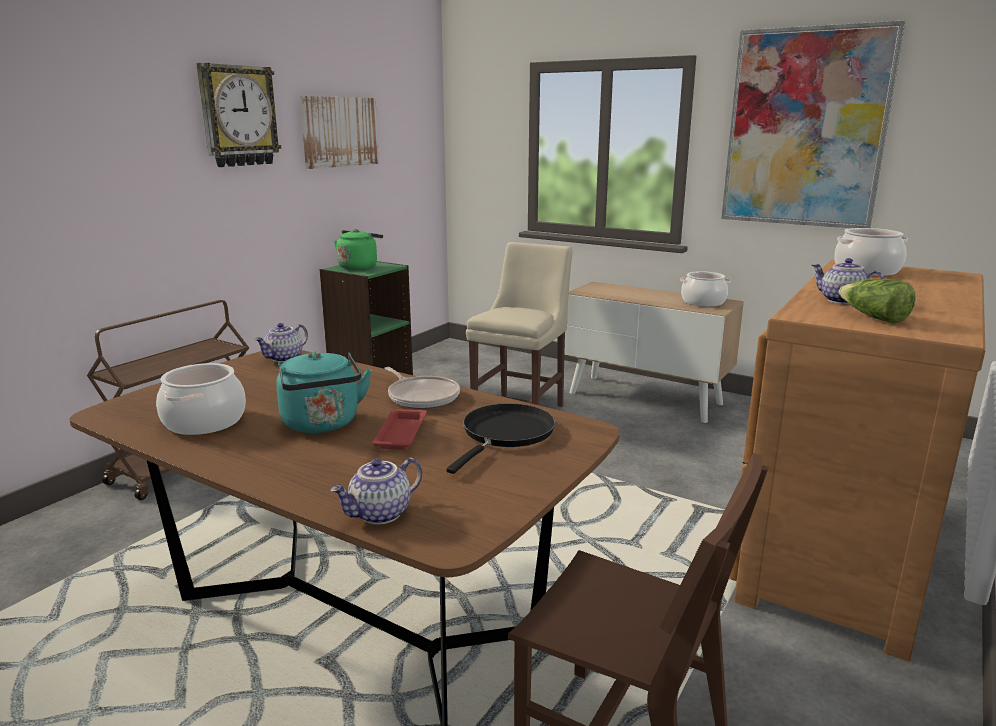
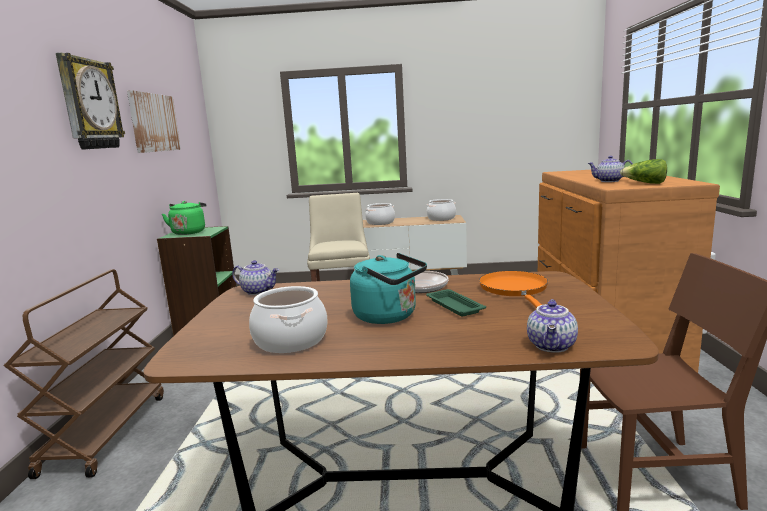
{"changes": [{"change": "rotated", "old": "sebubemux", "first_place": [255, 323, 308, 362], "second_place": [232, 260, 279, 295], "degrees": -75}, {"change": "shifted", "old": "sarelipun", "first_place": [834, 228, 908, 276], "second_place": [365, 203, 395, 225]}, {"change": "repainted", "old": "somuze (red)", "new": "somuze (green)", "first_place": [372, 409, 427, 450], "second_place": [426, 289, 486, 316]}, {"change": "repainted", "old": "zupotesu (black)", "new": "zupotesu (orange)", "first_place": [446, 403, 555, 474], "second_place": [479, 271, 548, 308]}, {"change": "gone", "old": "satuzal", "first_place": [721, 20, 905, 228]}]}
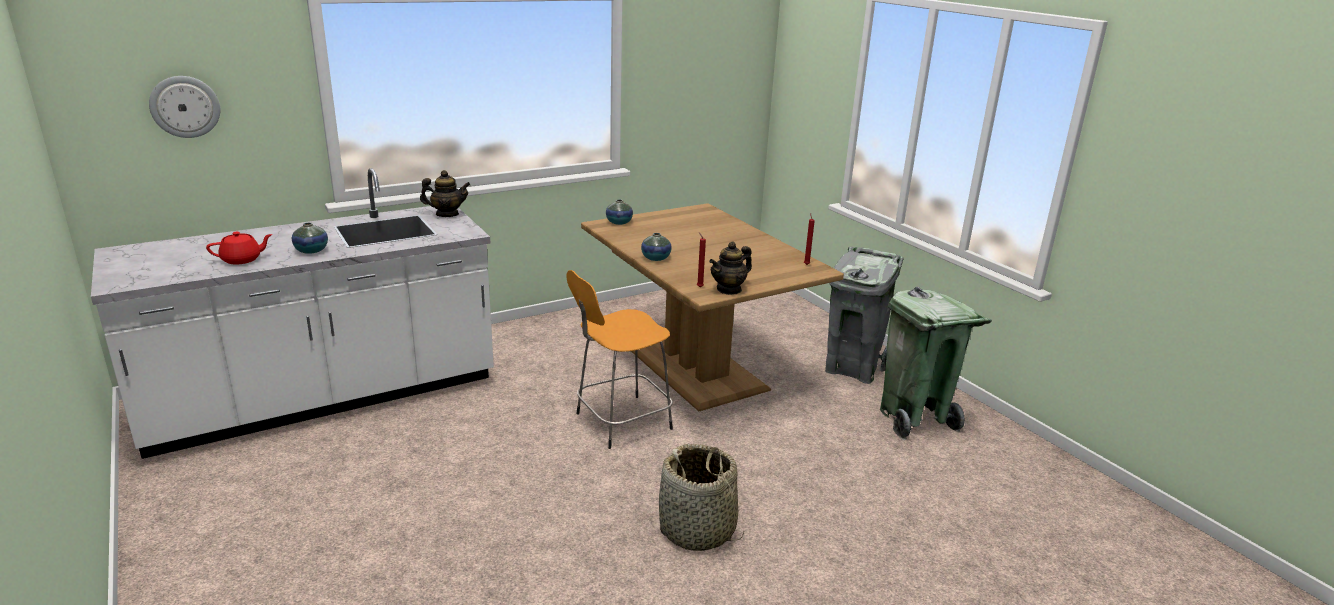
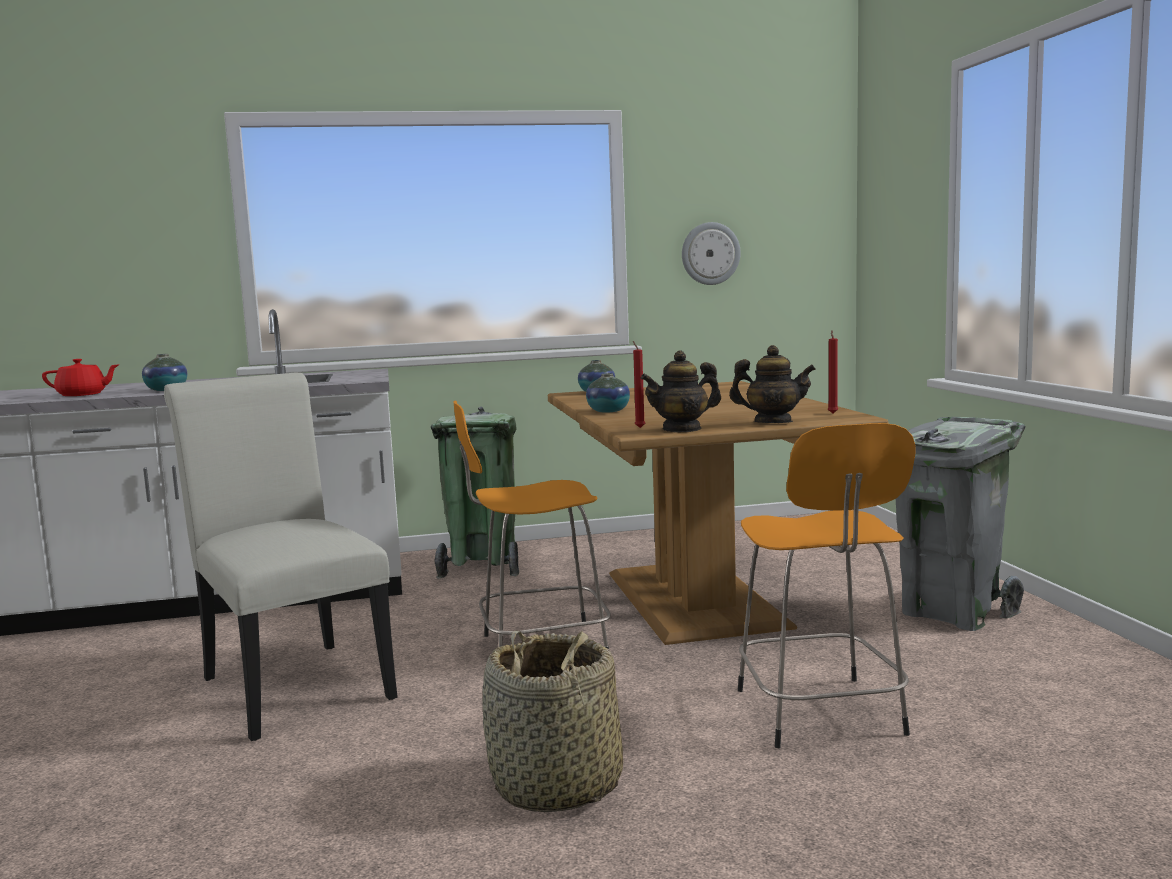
{"changes": [{"change": "new", "new": "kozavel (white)", "second_place": [164, 373, 398, 741]}, {"change": "shifted", "old": "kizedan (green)", "first_place": [880, 287, 992, 440], "second_place": [431, 406, 519, 579]}, {"change": "shifted", "old": "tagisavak", "first_place": [149, 76, 220, 138], "second_place": [682, 222, 741, 285]}, {"change": "shifted", "old": "sebubemux", "first_place": [420, 170, 470, 217], "second_place": [729, 345, 816, 423]}, {"change": "new", "new": "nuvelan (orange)", "second_place": [738, 423, 916, 748]}]}
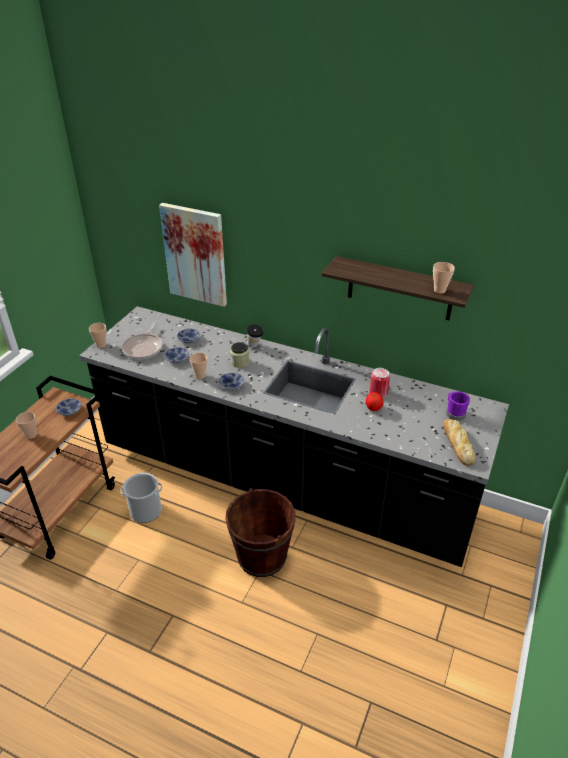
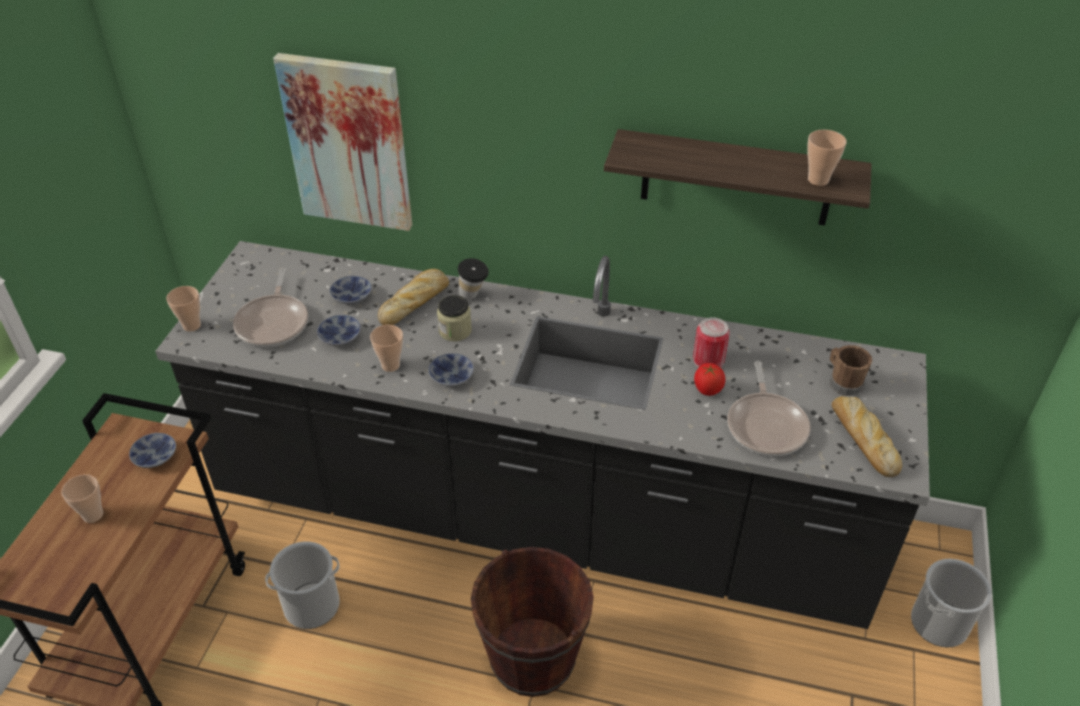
{"changes": [{"change": "new", "new": "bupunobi", "second_place": [378, 269, 449, 325]}, {"change": "new", "new": "zupotesu", "second_place": [728, 361, 811, 456]}, {"change": "repainted", "old": "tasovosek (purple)", "new": "tasovosek (brown)", "first_place": [446, 391, 470, 421], "second_place": [830, 345, 872, 396]}, {"change": "new", "new": "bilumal", "second_place": [911, 559, 992, 647]}]}
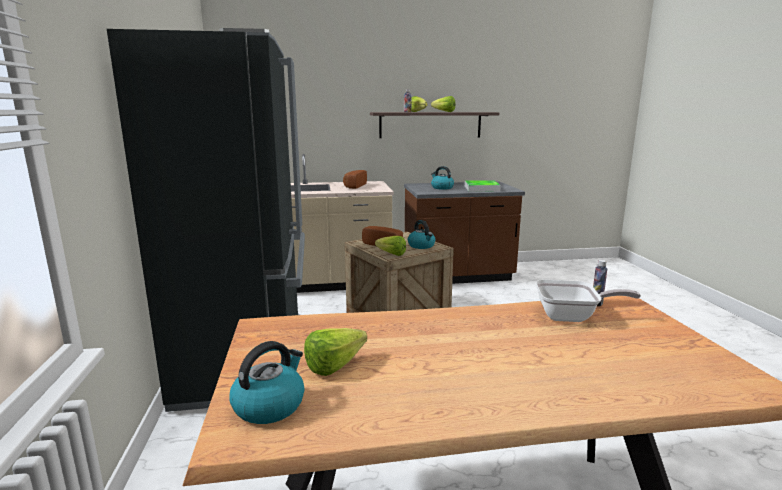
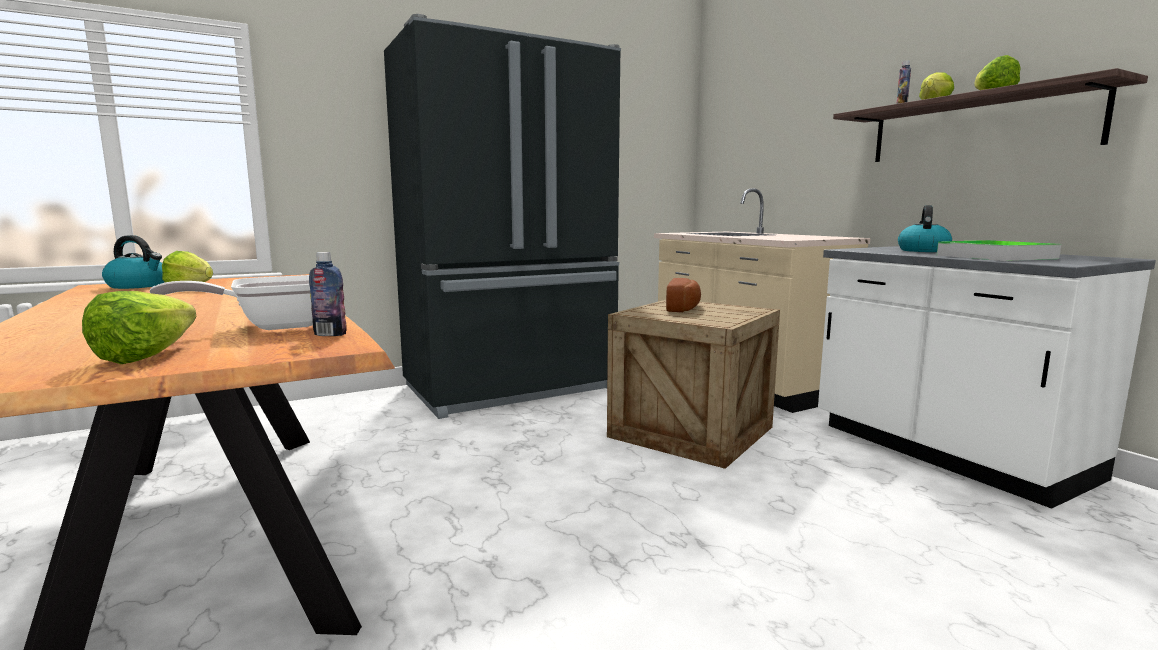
{"changes": [{"change": "shifted", "old": "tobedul", "first_place": [375, 236, 406, 256], "second_place": [82, 291, 196, 364]}, {"change": "rotated", "old": "zupotesu", "first_place": [536, 280, 641, 322], "second_place": [149, 275, 313, 330], "degrees": 75}, {"change": "repainted", "old": "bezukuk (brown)", "new": "bezukuk (white)", "first_place": [404, 181, 525, 284], "second_place": [818, 246, 1156, 509]}, {"change": "gone", "old": "bupunobi", "first_place": [343, 170, 367, 189]}, {"change": "gone", "old": "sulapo", "first_place": [408, 220, 435, 249]}]}
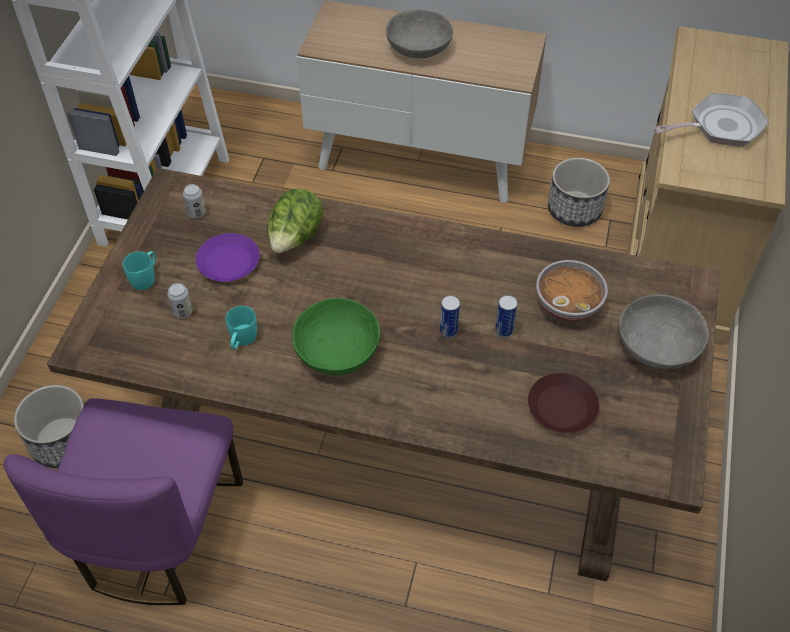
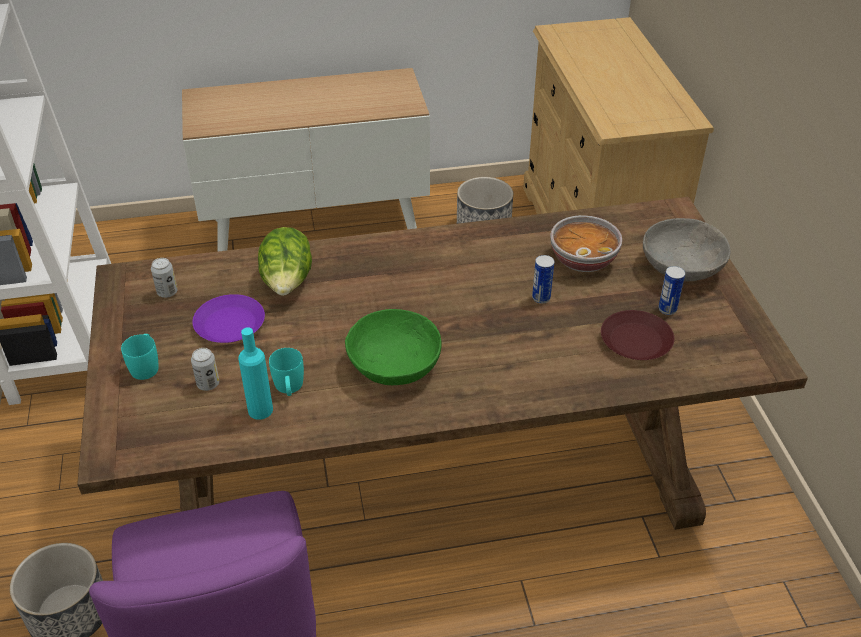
{"changes": [{"change": "new", "new": "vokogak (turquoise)", "second_place": [238, 327, 273, 420]}, {"change": "shifted", "old": "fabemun", "first_place": [440, 296, 460, 338], "second_place": [658, 266, 685, 315]}, {"change": "gone", "old": "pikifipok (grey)", "first_place": [386, 10, 453, 58]}, {"change": "gone", "old": "zupotesu", "first_place": [653, 93, 769, 146]}]}
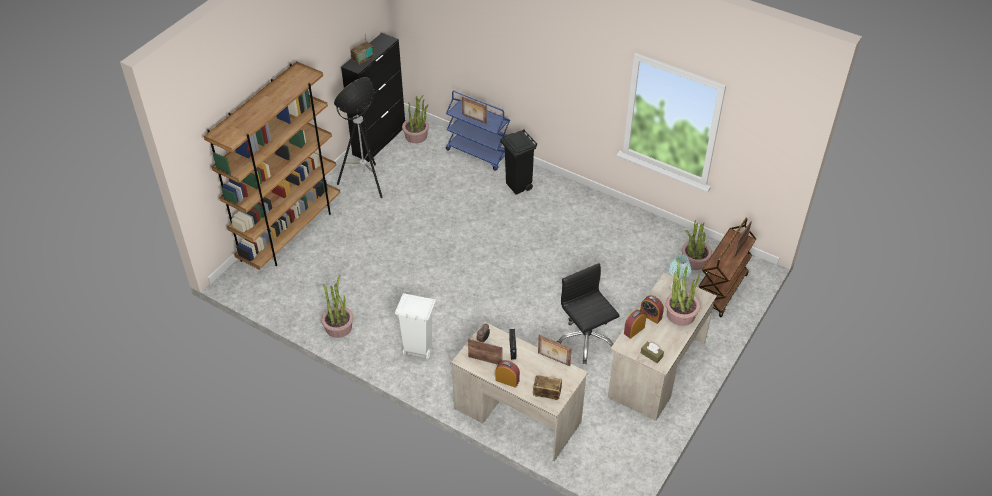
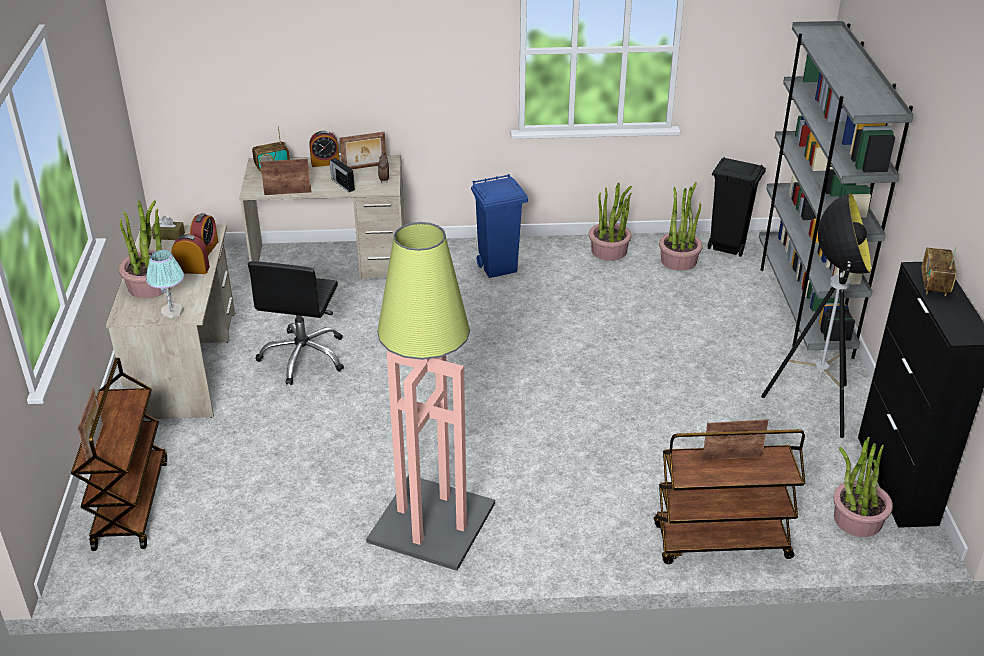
{"changes": [{"change": "rotated", "old": "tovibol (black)", "first_place": [556, 263, 620, 364], "second_place": [248, 261, 344, 385], "degrees": 75}, {"change": "new", "new": "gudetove", "second_place": [366, 222, 495, 571]}, {"change": "repainted", "old": "kizedan (white)", "new": "kizedan (blue)", "first_place": [395, 293, 436, 359], "second_place": [471, 174, 528, 278]}, {"change": "repainted", "old": "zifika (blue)", "new": "zifika (brown)", "first_place": [446, 90, 510, 171], "second_place": [654, 429, 805, 564]}, {"change": "shifted", "old": "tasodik", "first_place": [682, 220, 712, 270], "second_place": [659, 182, 703, 271]}, {"change": "shifted", "old": "kizedan (black)", "first_place": [500, 129, 537, 194], "second_place": [708, 157, 766, 257]}, {"change": "repainted", "old": "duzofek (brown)", "new": "duzofek (grey)", "first_place": [204, 61, 340, 270], "second_place": [759, 21, 914, 359]}]}
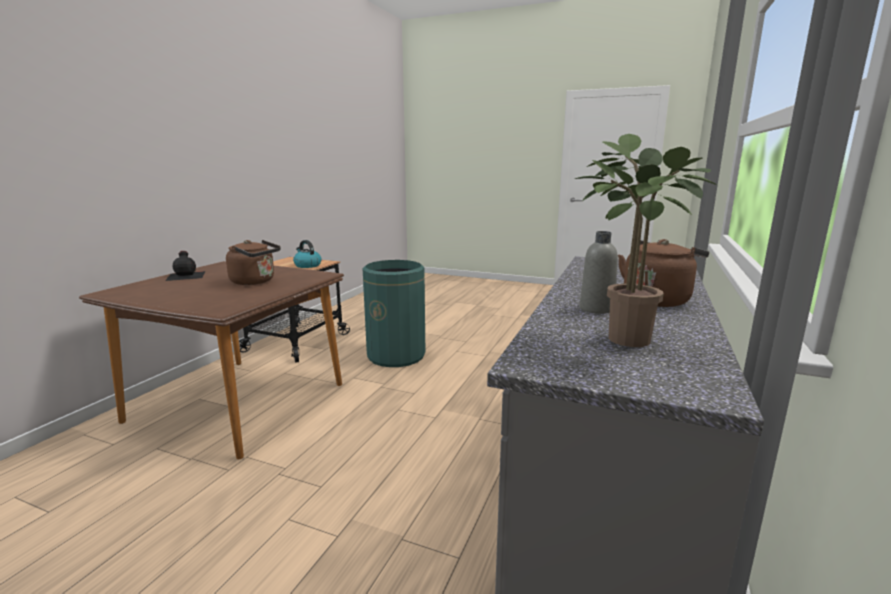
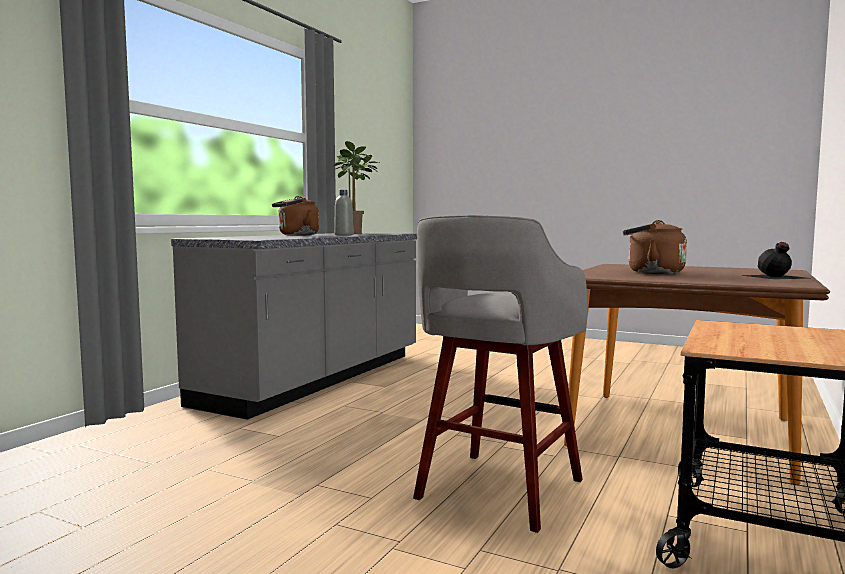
{"changes": [{"change": "swapped", "old": "kizedan (green)", "new": "nuvelan (grey)", "first_place": [362, 260, 425, 367], "second_place": [413, 215, 587, 533]}, {"change": "gone", "old": "sulapo", "first_place": [293, 240, 321, 268]}]}
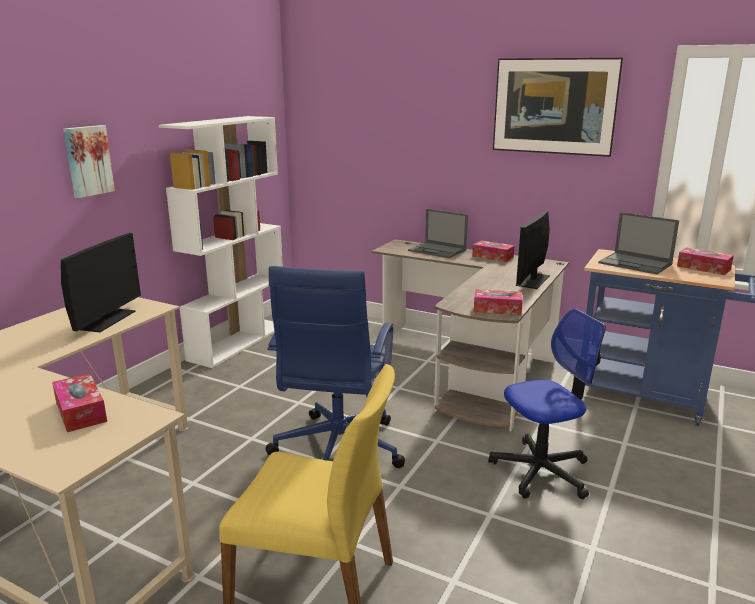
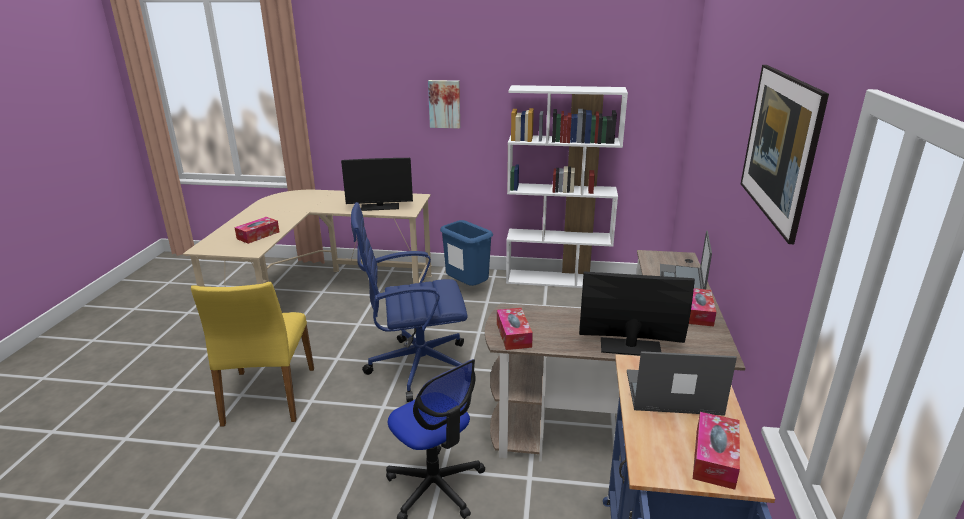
{"changes": [{"change": "new", "new": "kizedan (blue)", "second_place": [440, 220, 493, 286]}, {"change": "rotated", "old": "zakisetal", "first_place": [598, 212, 679, 274], "second_place": [627, 351, 737, 416], "degrees": 75}]}
